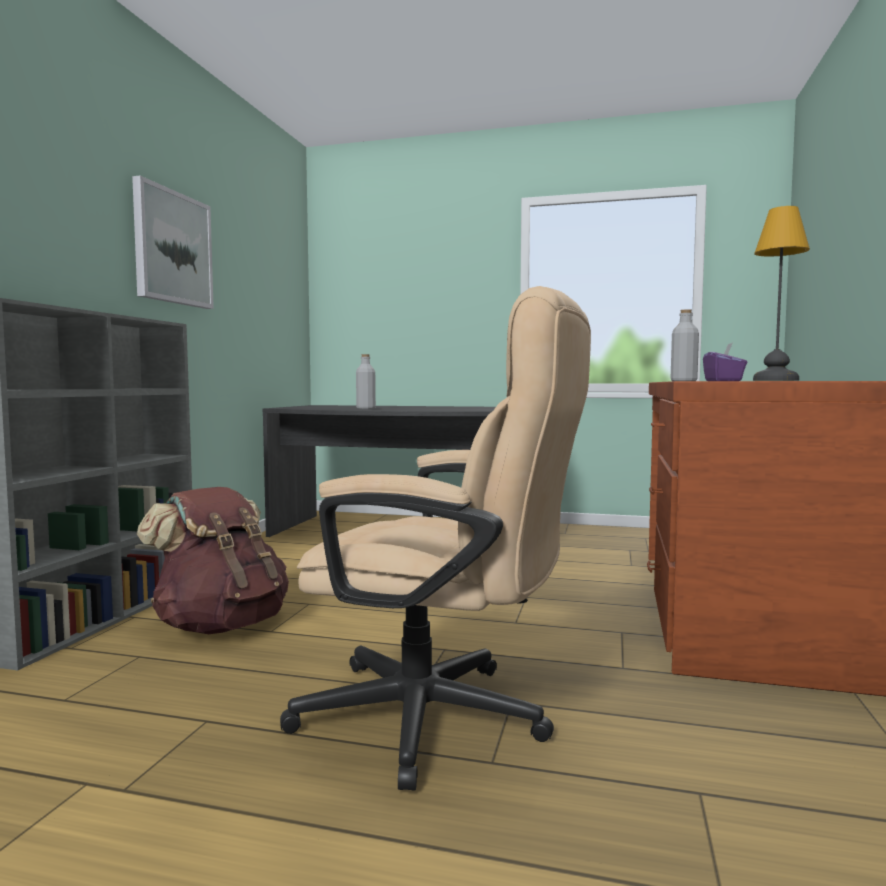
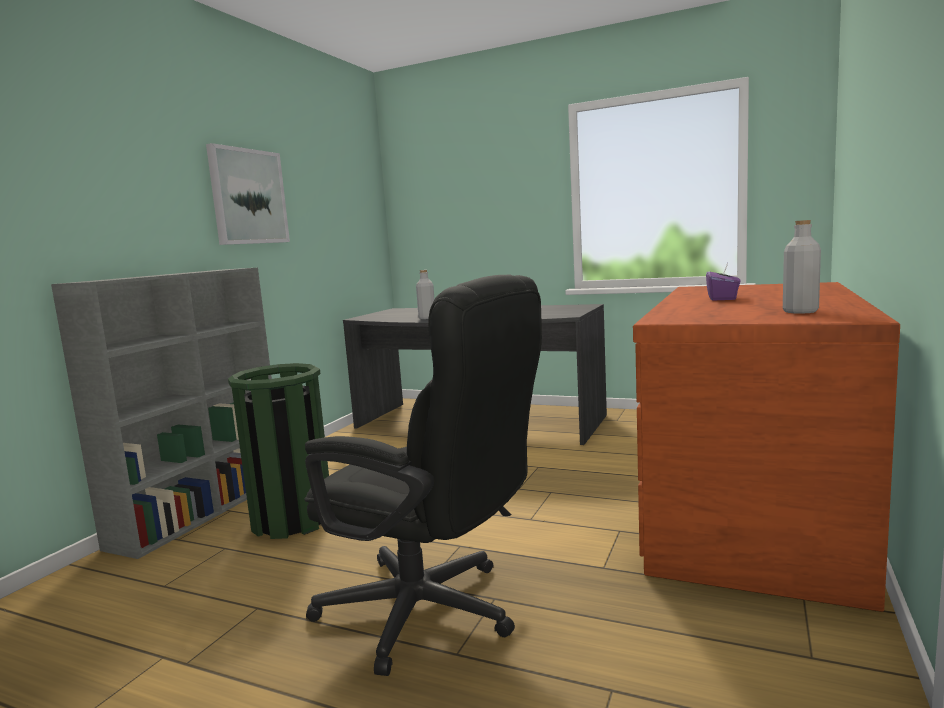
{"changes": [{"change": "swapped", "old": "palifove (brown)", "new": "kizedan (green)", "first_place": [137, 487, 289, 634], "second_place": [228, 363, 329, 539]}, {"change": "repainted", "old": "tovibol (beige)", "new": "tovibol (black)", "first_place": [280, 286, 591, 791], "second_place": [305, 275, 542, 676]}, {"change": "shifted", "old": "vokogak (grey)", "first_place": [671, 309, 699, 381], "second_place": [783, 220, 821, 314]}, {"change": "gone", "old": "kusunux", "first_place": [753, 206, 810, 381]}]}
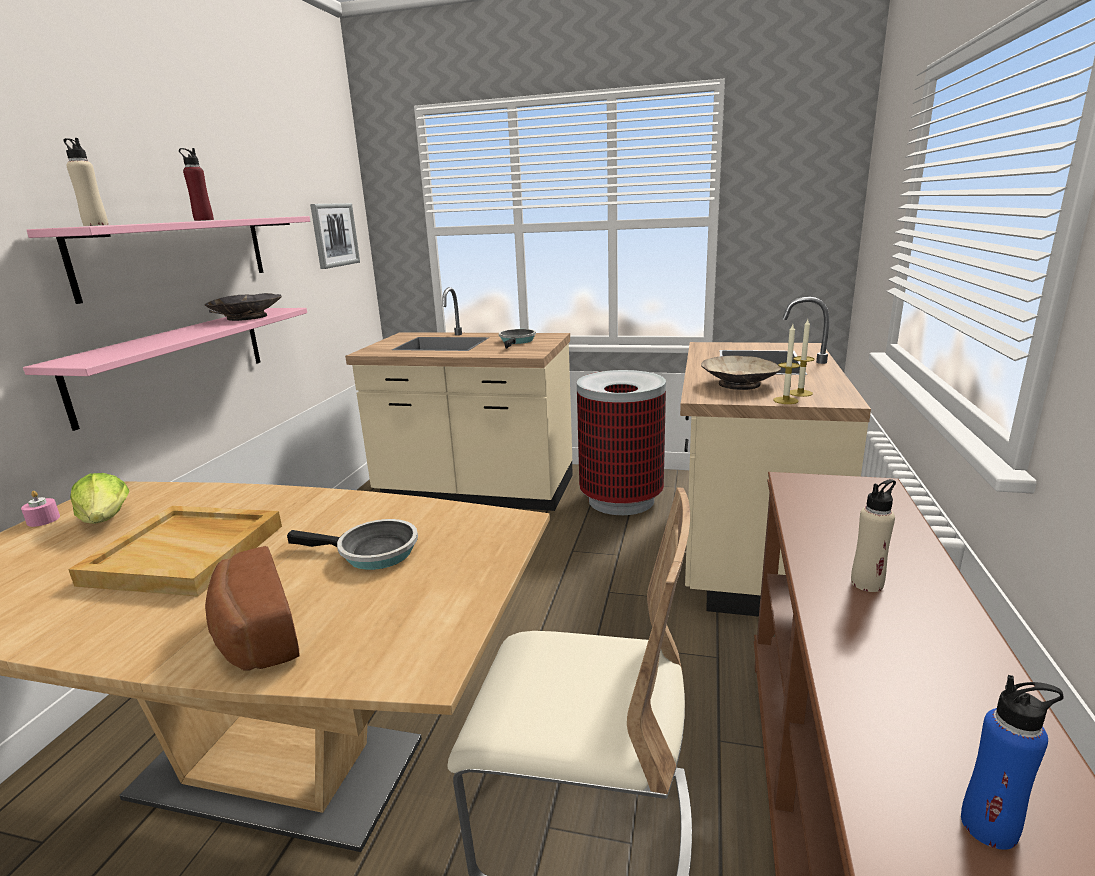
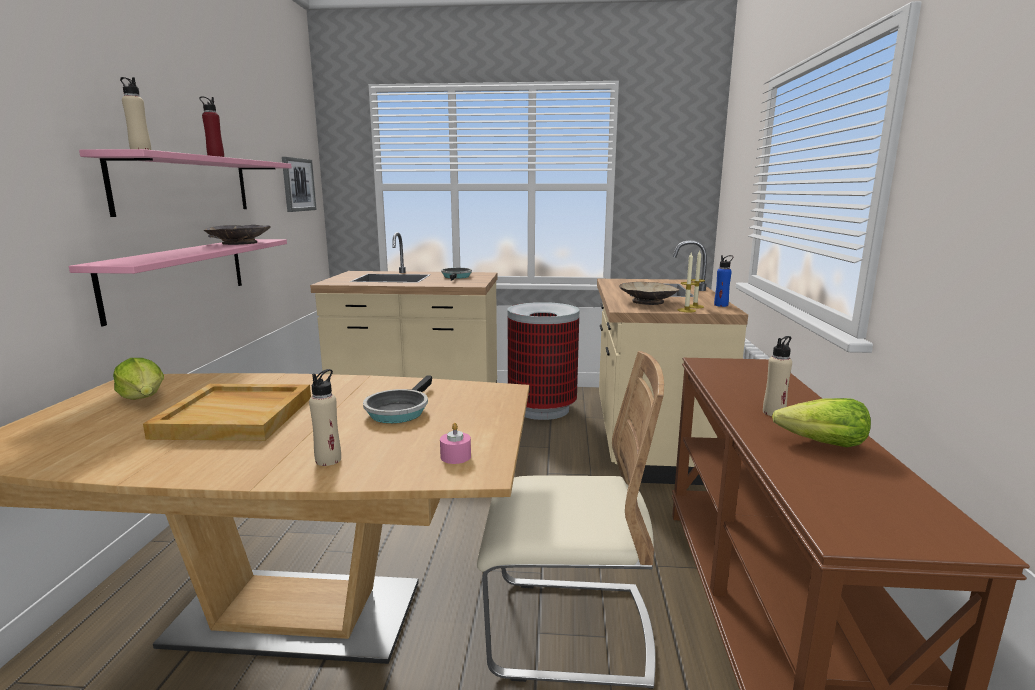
{"changes": [{"change": "swapped", "old": "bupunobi", "new": "vokogak (beige)", "first_place": [205, 546, 299, 670], "second_place": [309, 369, 341, 466]}, {"change": "rotated", "old": "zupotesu", "first_place": [287, 519, 418, 570], "second_place": [363, 375, 432, 423], "degrees": 105}, {"change": "shifted", "old": "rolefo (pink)", "first_place": [21, 491, 60, 527], "second_place": [440, 423, 471, 464]}, {"change": "shifted", "old": "vokogak (blue)", "first_place": [961, 675, 1064, 850], "second_place": [714, 255, 733, 307]}, {"change": "new", "new": "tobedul", "second_place": [772, 398, 871, 448]}]}
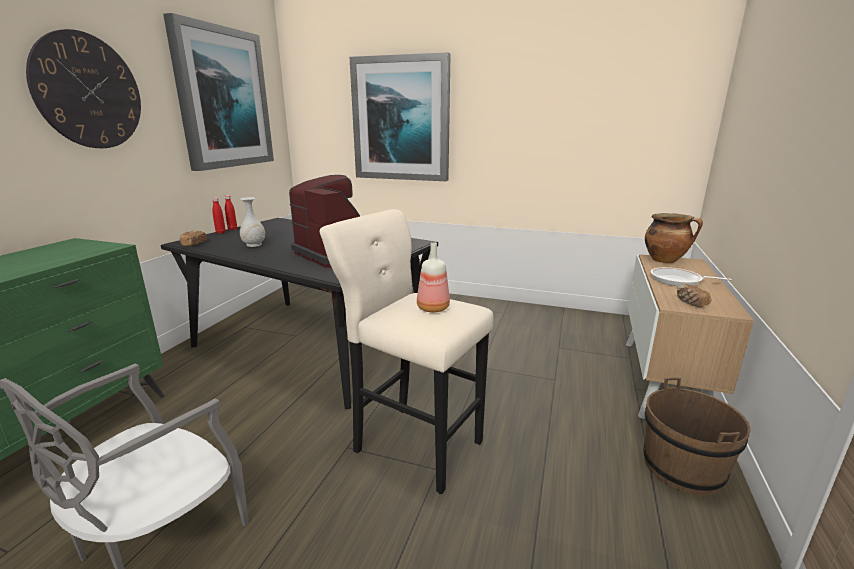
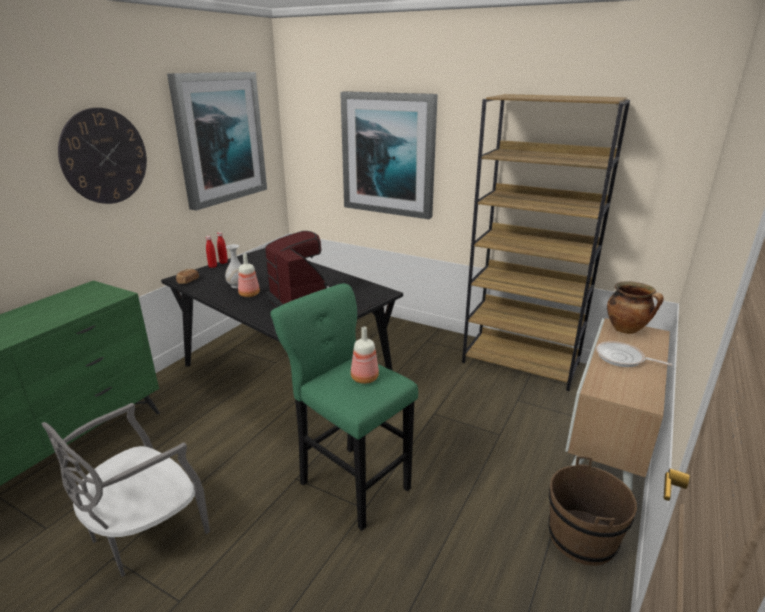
{"changes": [{"change": "new", "new": "vokogak", "second_place": [238, 254, 260, 297]}, {"change": "repainted", "old": "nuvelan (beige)", "new": "nuvelan (green)", "first_place": [320, 209, 493, 494], "second_place": [270, 283, 418, 530]}, {"change": "new", "new": "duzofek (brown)", "second_place": [462, 94, 630, 391]}, {"change": "gone", "old": "bupunobi", "first_place": [677, 284, 711, 307]}]}
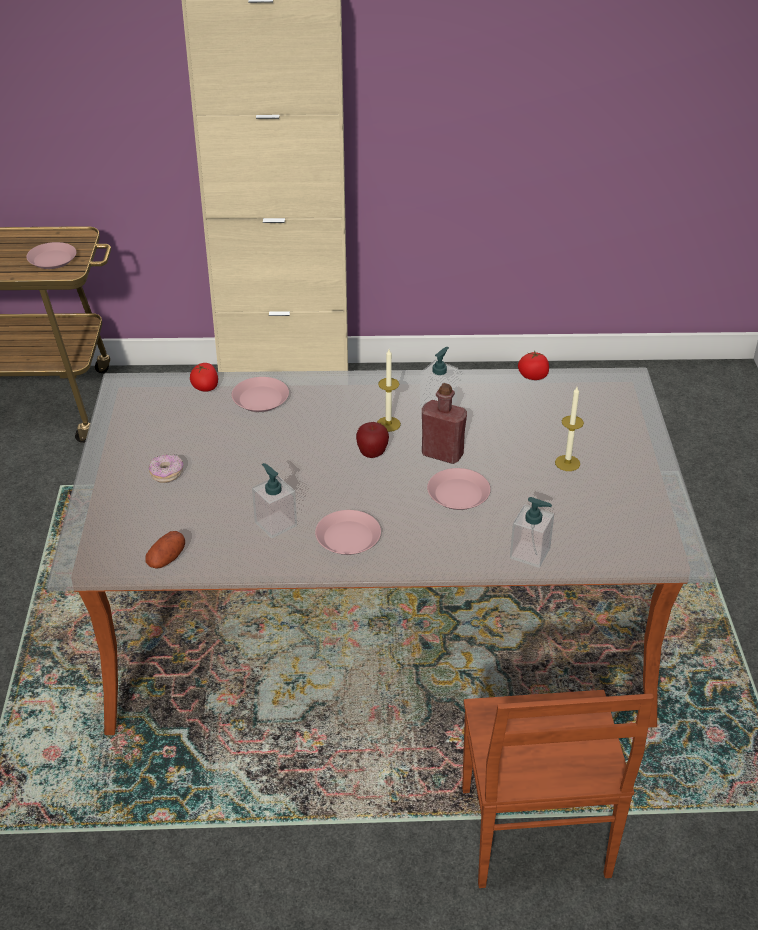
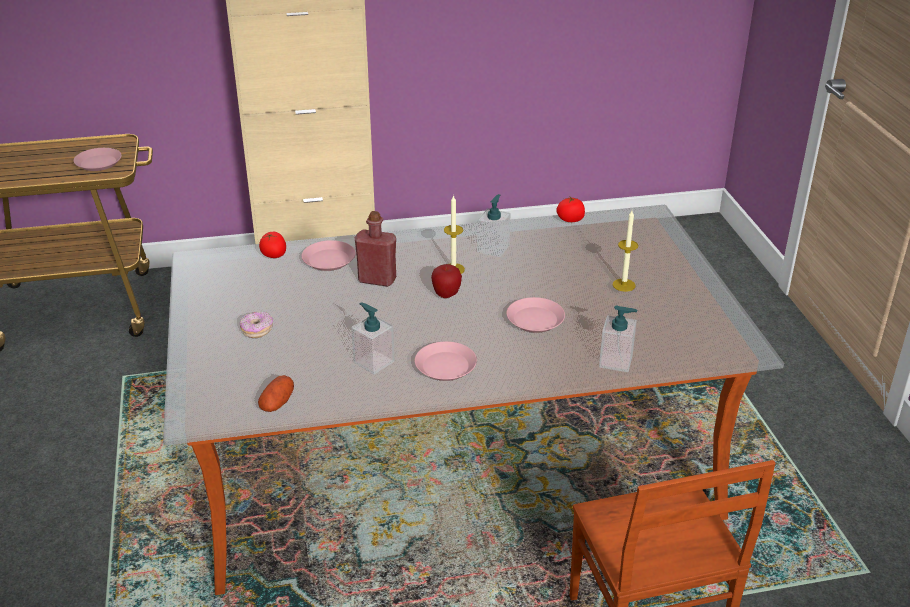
{"changes": [{"change": "shifted", "old": "vokogak (red)", "first_place": [422, 383, 467, 464], "second_place": [355, 211, 396, 287]}]}
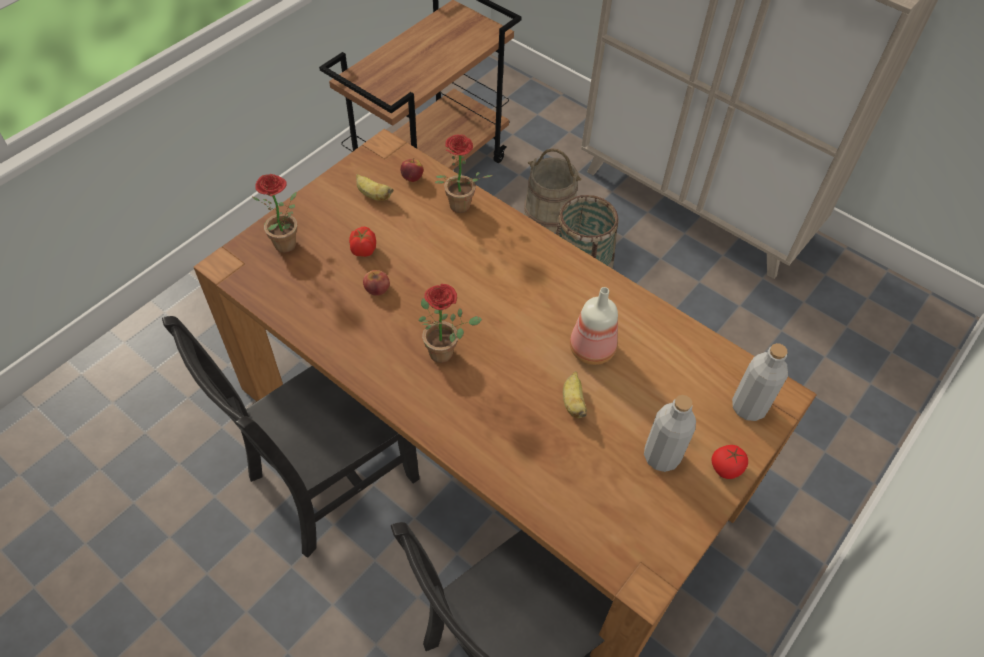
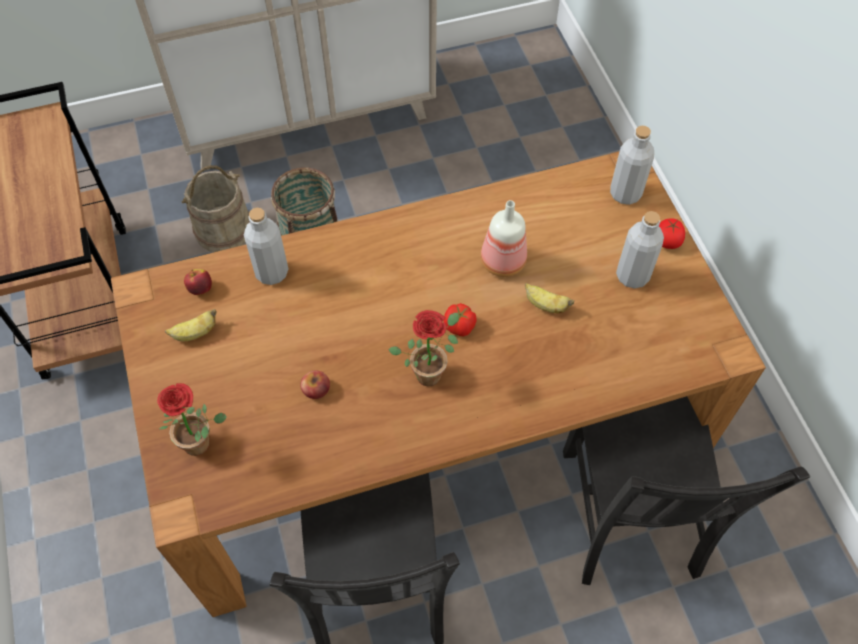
{"changes": [{"change": "swapped", "old": "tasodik", "new": "vokogak (grey)", "first_place": [435, 134, 493, 213], "second_place": [244, 208, 289, 285]}, {"change": "shifted", "old": "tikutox", "first_place": [349, 227, 376, 257], "second_place": [443, 303, 477, 336]}]}
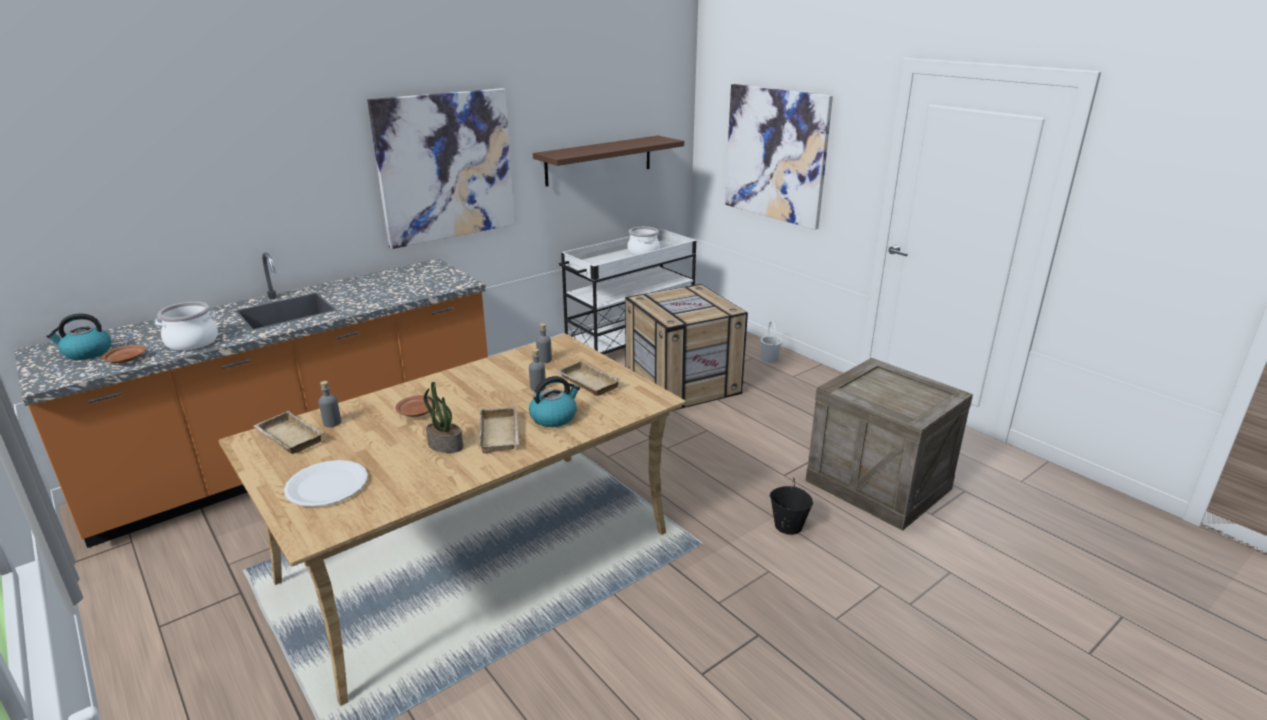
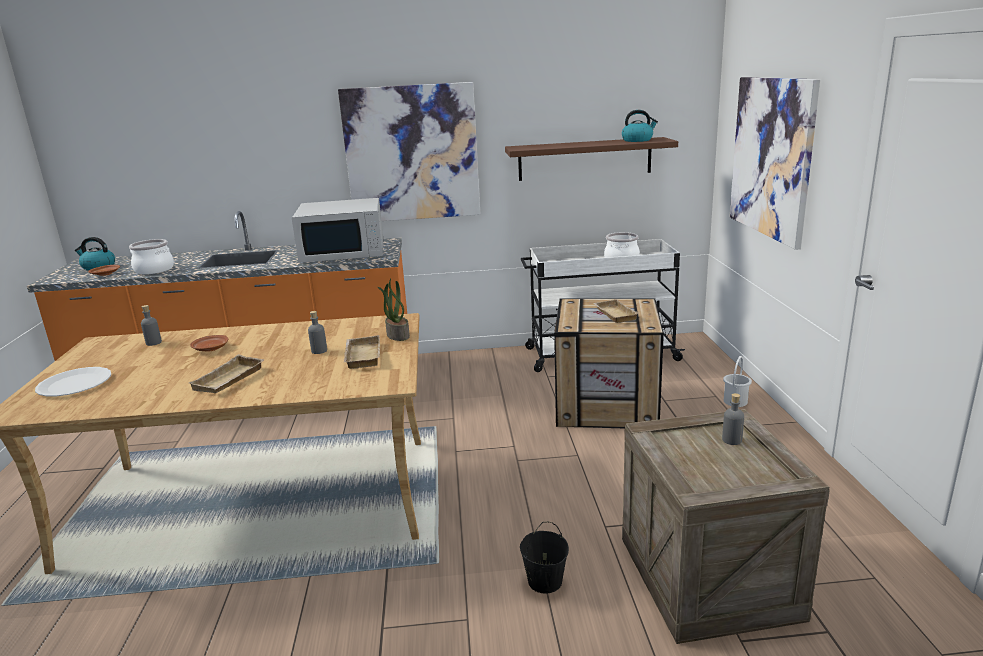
{"changes": [{"change": "new", "new": "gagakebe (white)", "second_place": [292, 198, 383, 263]}, {"change": "shifted", "old": "tasodik", "first_place": [423, 382, 463, 453], "second_place": [378, 278, 410, 341]}, {"change": "shifted", "old": "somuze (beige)", "first_place": [254, 411, 323, 454], "second_place": [593, 299, 638, 323]}, {"change": "shifted", "old": "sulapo", "first_place": [529, 376, 580, 427], "second_place": [622, 110, 658, 142]}, {"change": "shifted", "old": "vokogak (grey)", "first_place": [536, 323, 552, 363], "second_place": [722, 393, 744, 445]}]}
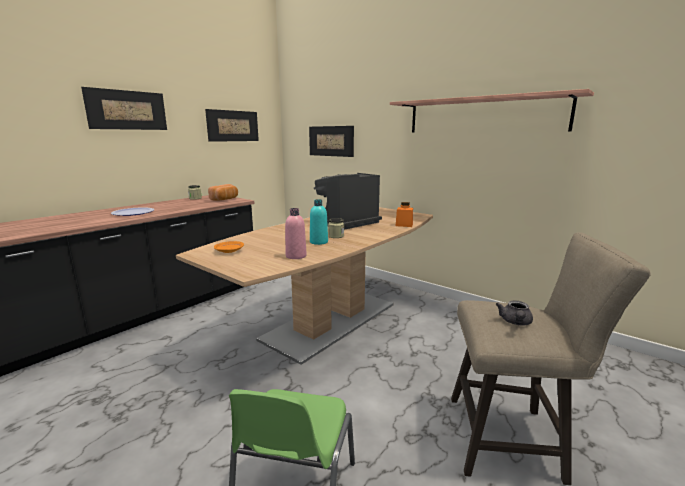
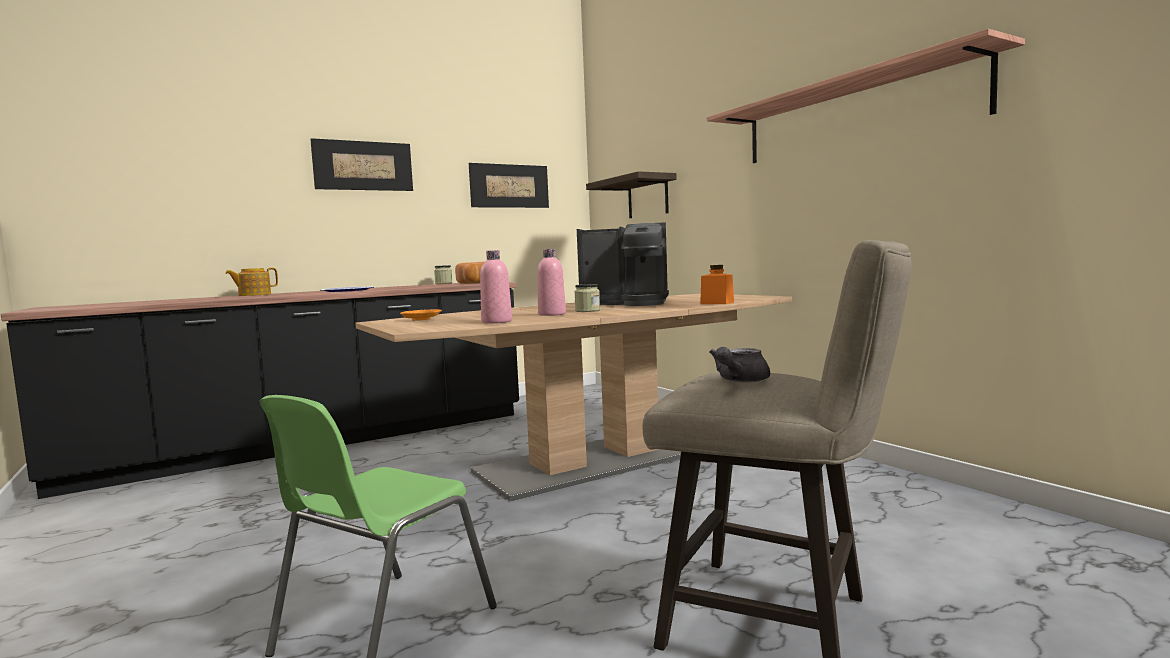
{"changes": [{"change": "new", "new": "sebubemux", "second_place": [225, 268, 278, 296]}, {"change": "repainted", "old": "vokogak (turquoise)", "new": "vokogak (pink)", "first_place": [310, 199, 328, 245], "second_place": [537, 249, 566, 316]}, {"change": "rotated", "old": "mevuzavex", "first_place": [314, 173, 382, 230], "second_place": [577, 222, 669, 306], "degrees": -150}, {"change": "swapped", "old": "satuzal", "new": "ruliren", "first_place": [309, 126, 354, 157], "second_place": [586, 171, 677, 218]}]}
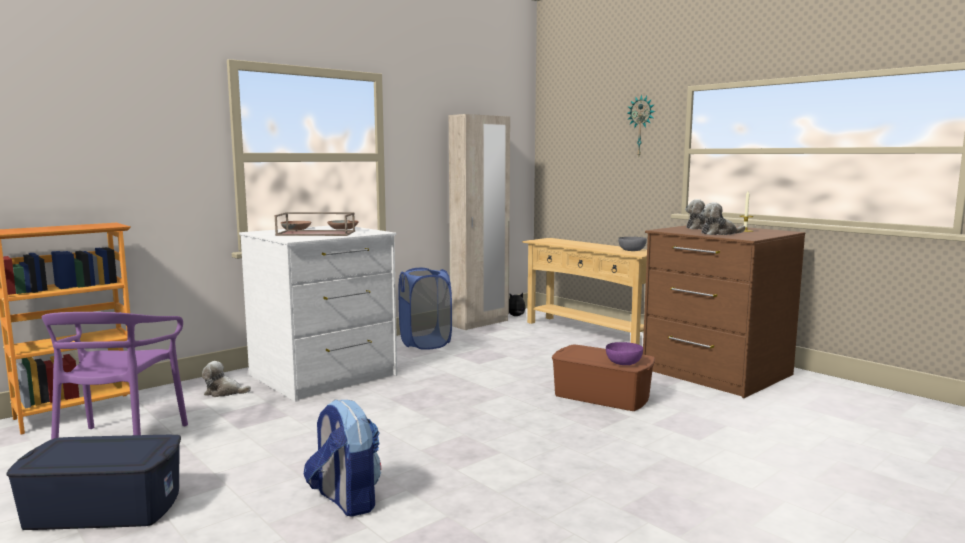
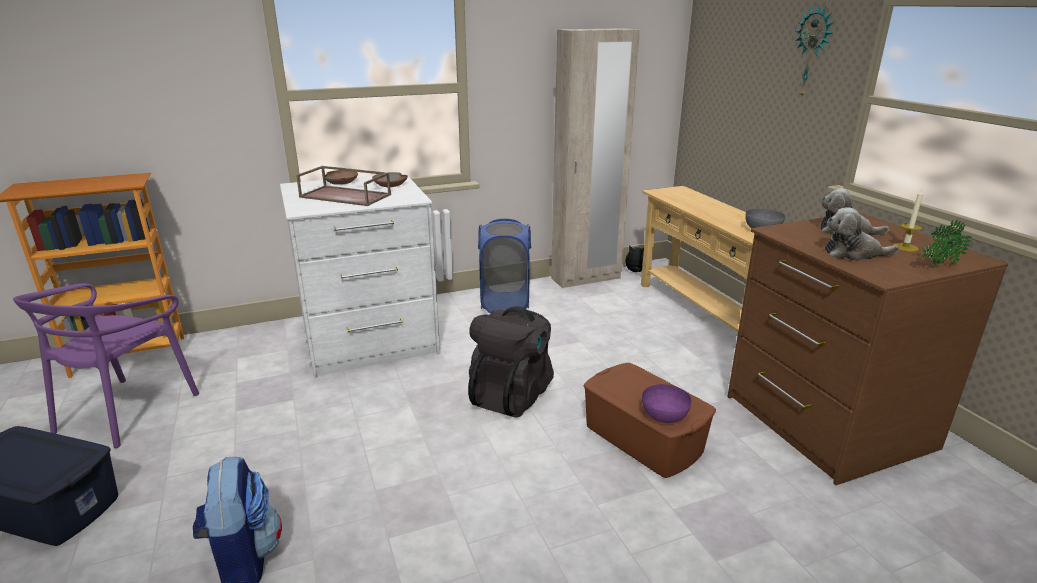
{"changes": [{"change": "new", "new": "palifove (black)", "second_place": [468, 306, 554, 417]}, {"change": "new", "new": "tasodik", "second_place": [922, 220, 972, 268]}, {"change": "gone", "old": "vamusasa", "first_place": [202, 361, 251, 397]}]}
